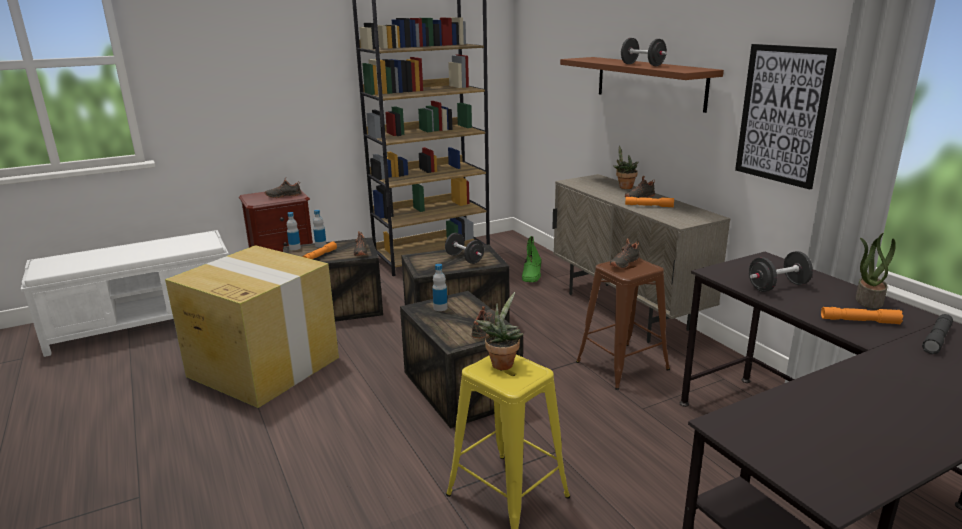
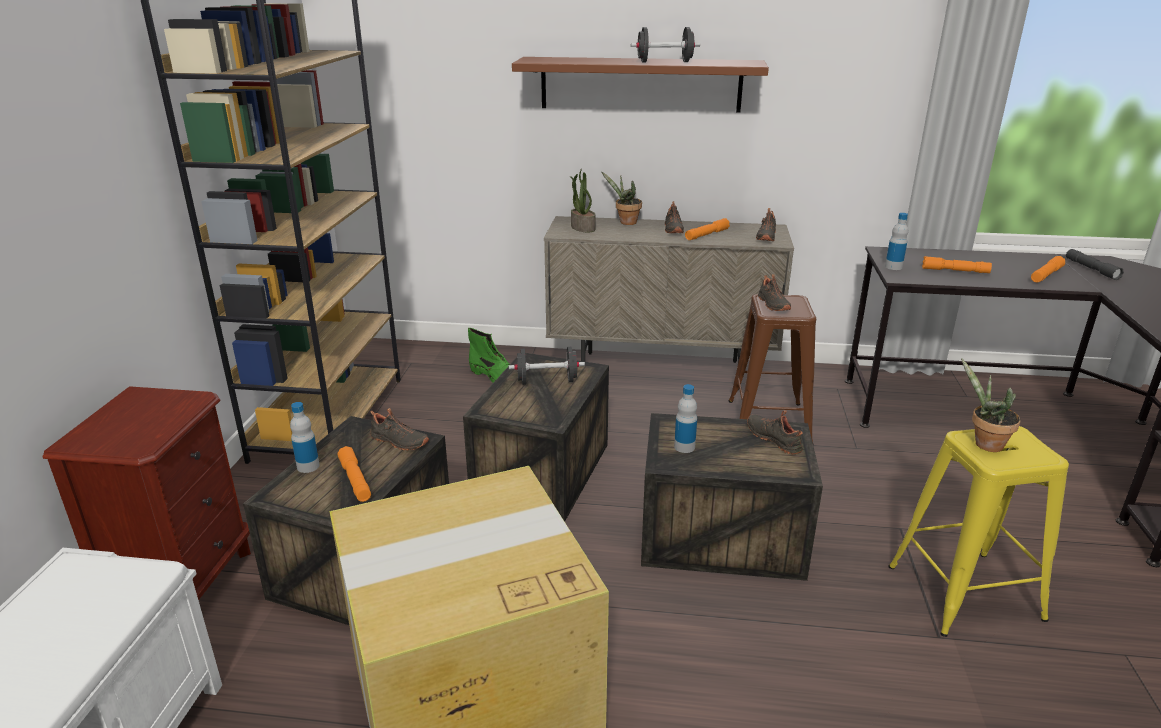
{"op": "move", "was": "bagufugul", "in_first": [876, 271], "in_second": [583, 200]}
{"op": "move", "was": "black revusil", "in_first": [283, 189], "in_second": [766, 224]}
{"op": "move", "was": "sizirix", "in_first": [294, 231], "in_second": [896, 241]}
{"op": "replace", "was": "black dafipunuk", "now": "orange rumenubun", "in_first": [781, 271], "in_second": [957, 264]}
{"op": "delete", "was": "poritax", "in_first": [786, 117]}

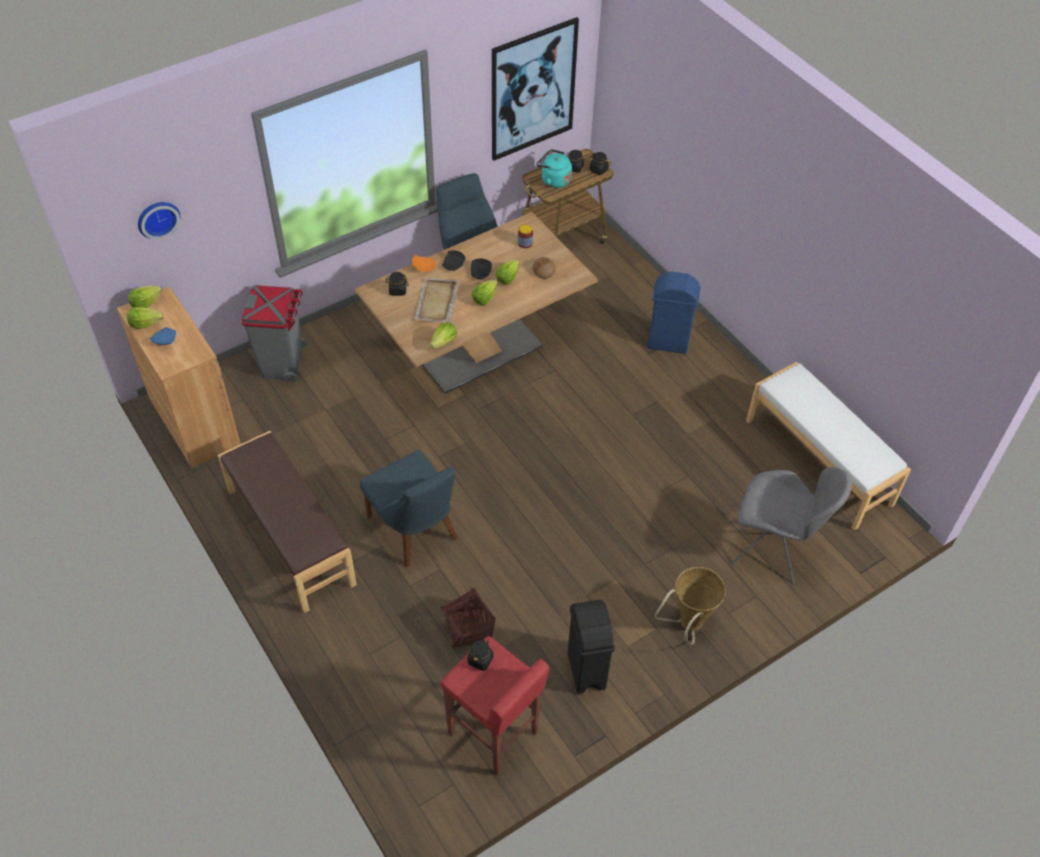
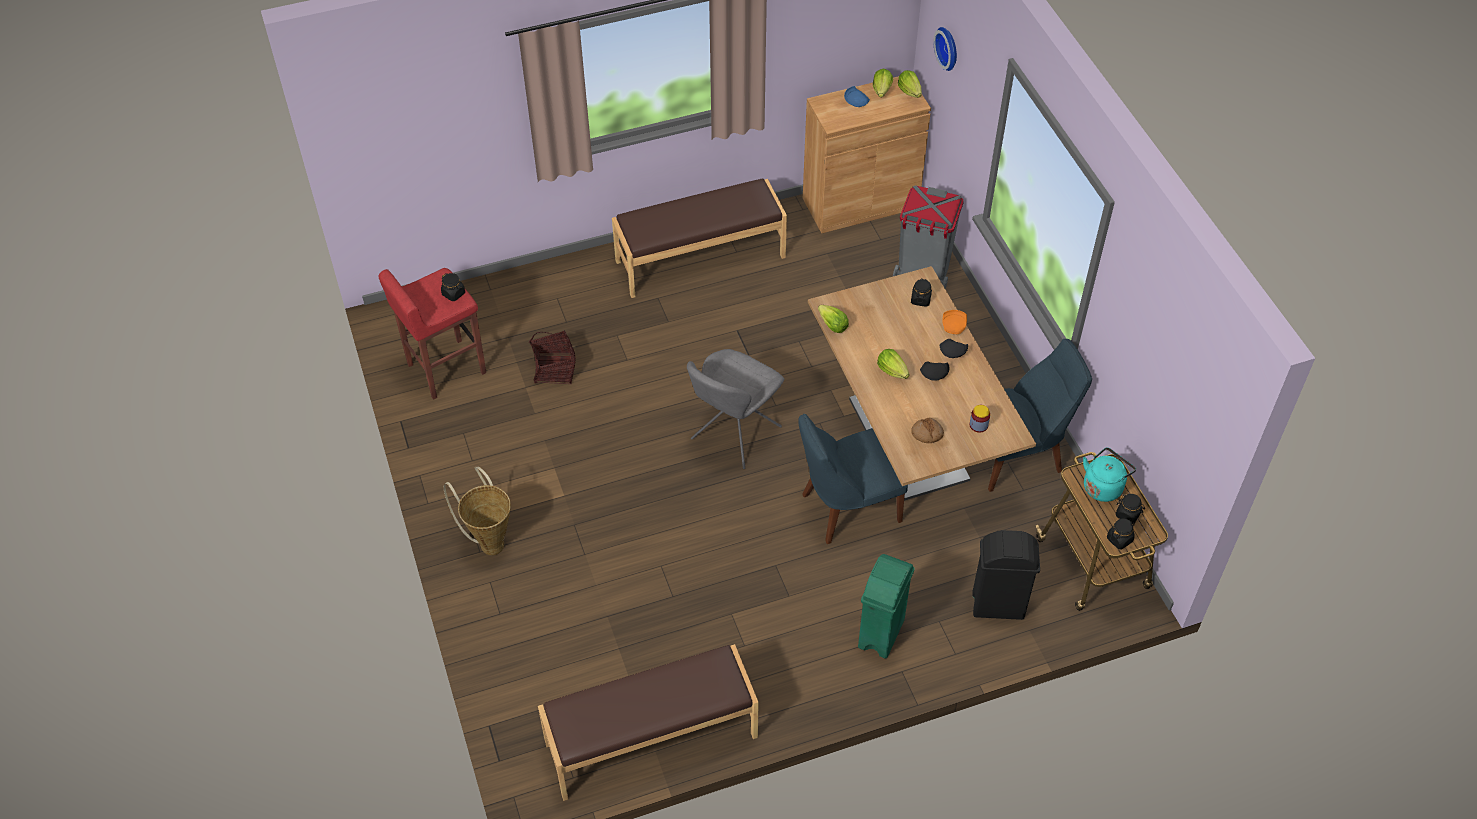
{"op": "recolor", "was": "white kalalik", "now": "brown kalalik", "in_first": [828, 446], "in_second": [648, 722]}
{"op": "move", "was": "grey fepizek", "in_first": [792, 525], "in_second": [735, 409]}
{"op": "move", "was": "blue fepizek", "in_first": [409, 508], "in_second": [853, 479]}
{"op": "recolor", "was": "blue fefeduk", "now": "green fefeduk", "in_first": [673, 312], "in_second": [886, 606]}
{"op": "move", "was": "black fefeduk", "in_first": [591, 646], "in_second": [1006, 575]}
{"op": "delete", "was": "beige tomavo", "in_first": [437, 300]}
{"op": "delete", "was": "poritax", "in_first": [535, 89]}
{"op": "delete", "was": "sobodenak", "in_first": [507, 272]}

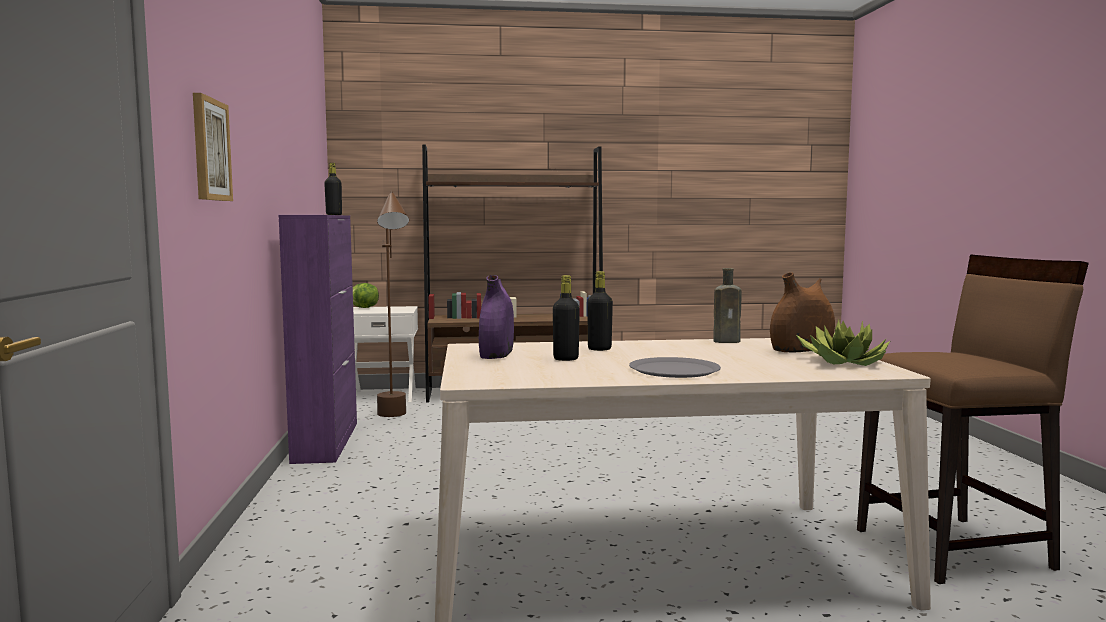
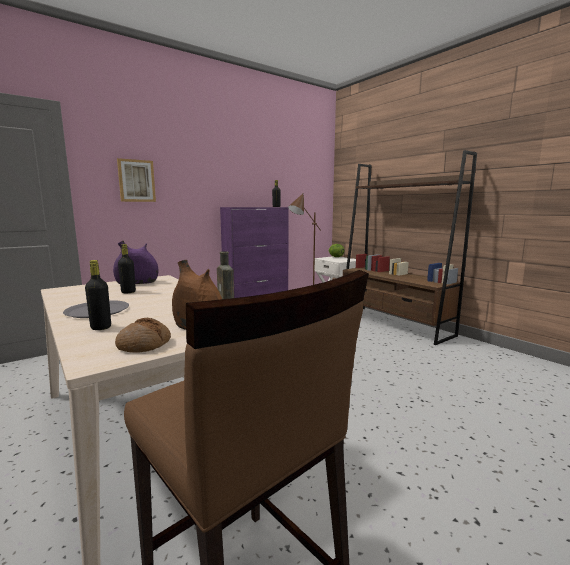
{"op": "move", "was": "black sizirix", "in_first": [600, 311], "in_second": [98, 295]}
{"op": "replace", "was": "bagufugul", "now": "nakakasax", "in_first": [843, 343], "in_second": [143, 335]}

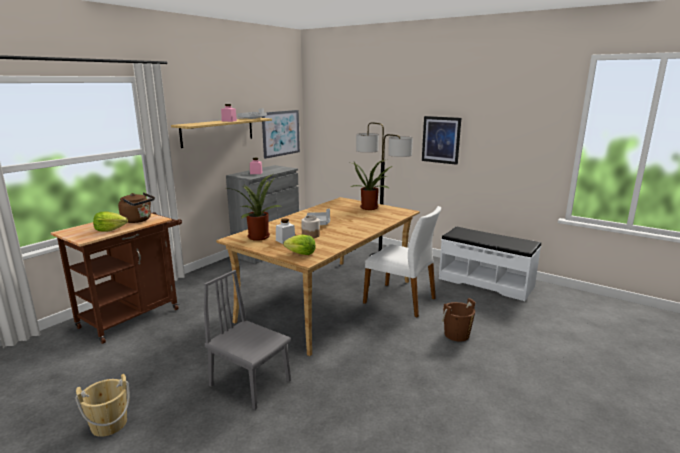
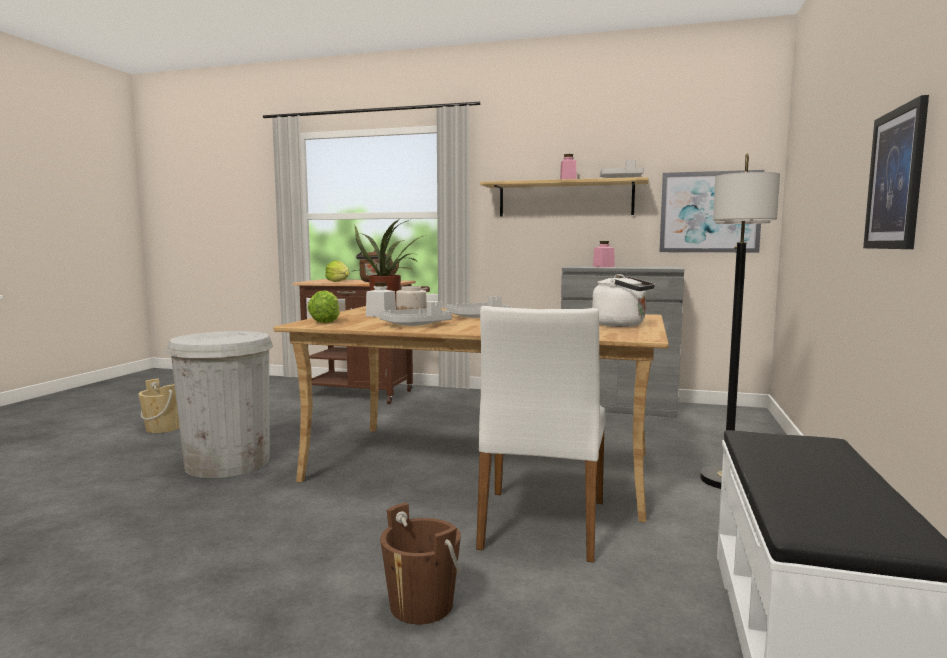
{"op": "replace", "was": "grey fepizek", "now": "white fefeduk", "in_first": [247, 340], "in_second": [219, 404]}
{"op": "insert", "now": "grey tomavo", "in_second": [415, 313]}
{"op": "replace", "was": "bagufugul", "now": "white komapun", "in_first": [372, 184], "in_second": [623, 300]}

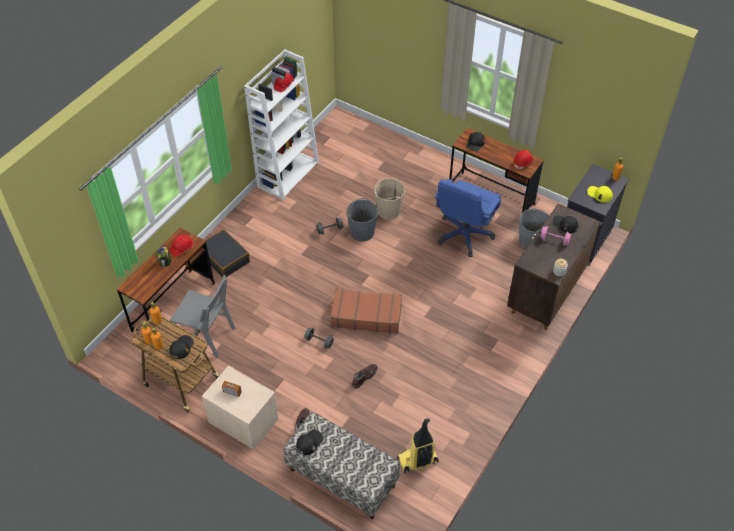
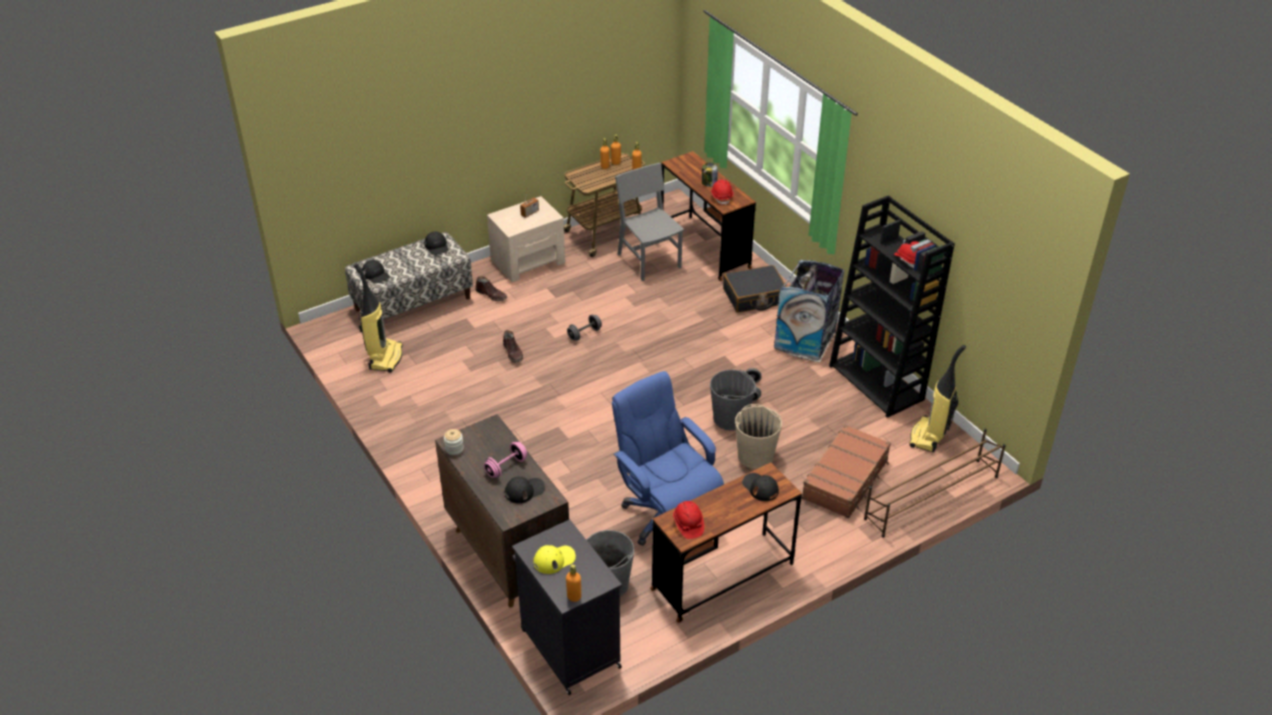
{"op": "move", "was": "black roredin", "in_first": [182, 347], "in_second": [376, 272]}
{"op": "rotate", "was": "grey fepizek", "in_first": [202, 316], "in_second": [649, 222], "clockwise": 105}
{"op": "insert", "now": "fefeduk", "in_second": [809, 311]}
{"op": "move", "was": "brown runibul", "in_first": [366, 311], "in_second": [846, 471]}
{"op": "recolor", "was": "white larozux", "now": "black larozux", "in_first": [281, 124], "in_second": [892, 306]}
{"op": "insert", "now": "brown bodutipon", "in_second": [935, 483]}
{"op": "insert", "now": "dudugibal", "in_second": [937, 398]}

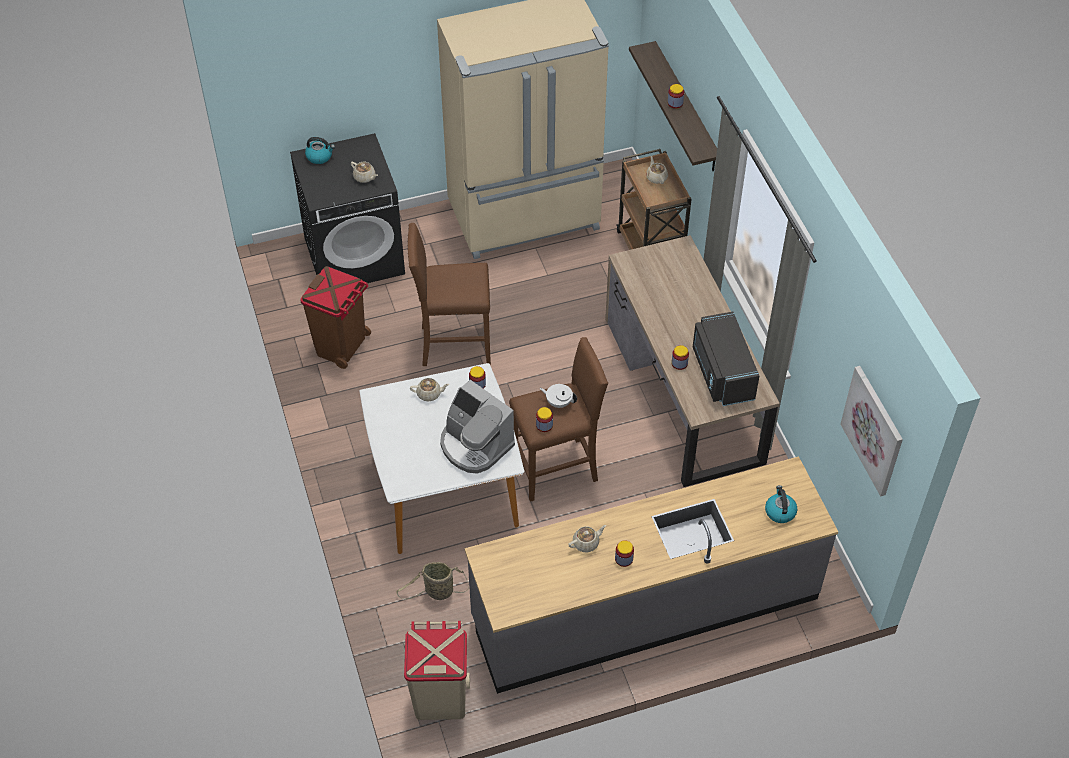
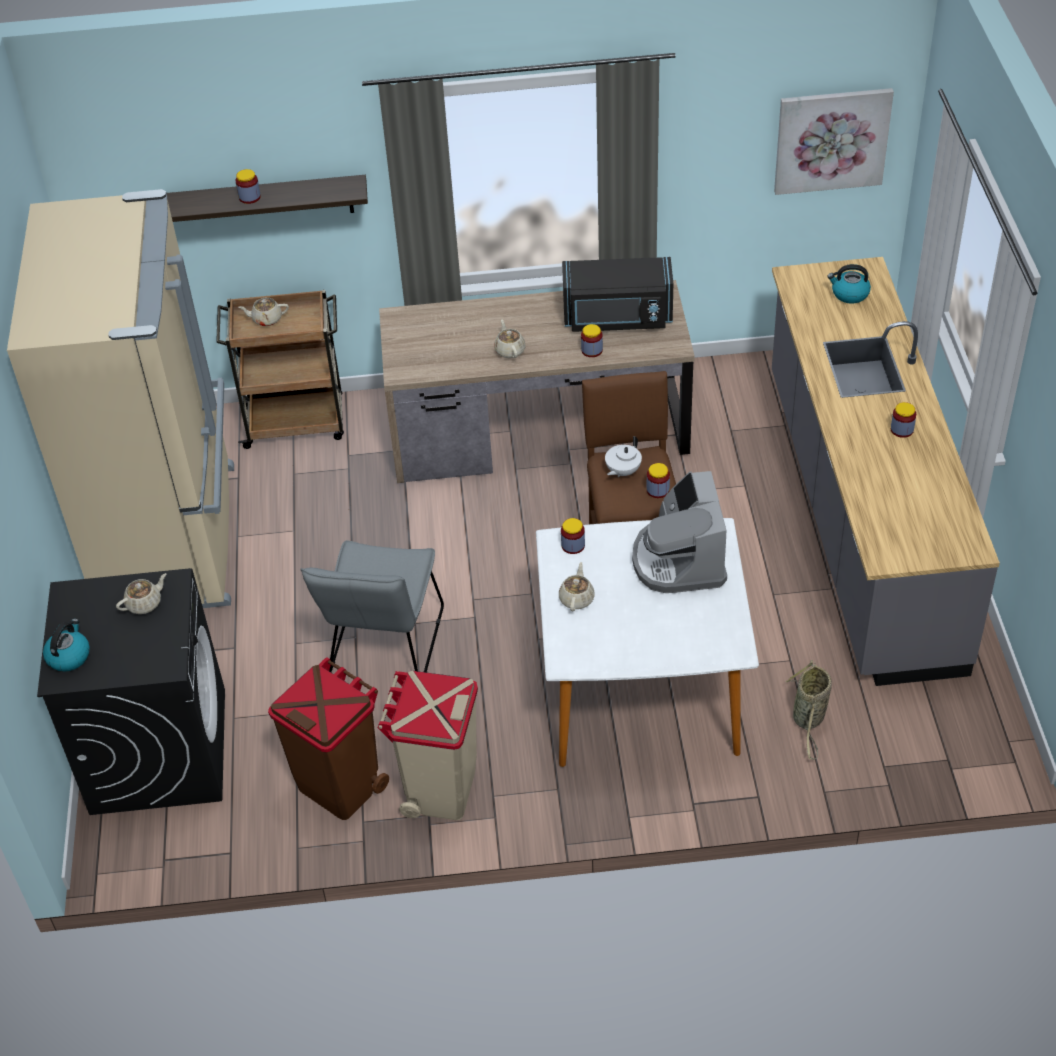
{"op": "replace", "was": "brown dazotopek", "now": "grey fepizek", "in_first": [449, 294], "in_second": [372, 606]}
{"op": "move", "was": "beige fefeduk", "in_first": [437, 670], "in_second": [428, 745]}
{"op": "move", "was": "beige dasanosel", "in_first": [587, 538], "in_second": [510, 339]}
{"op": "rotate", "was": "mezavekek", "in_first": [477, 427], "in_second": [679, 532], "clockwise": 120}

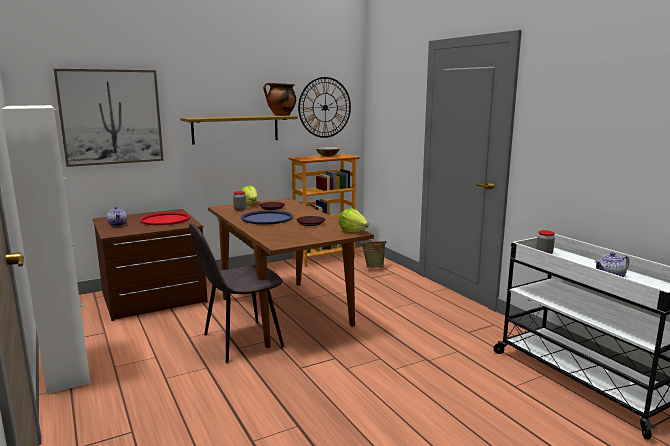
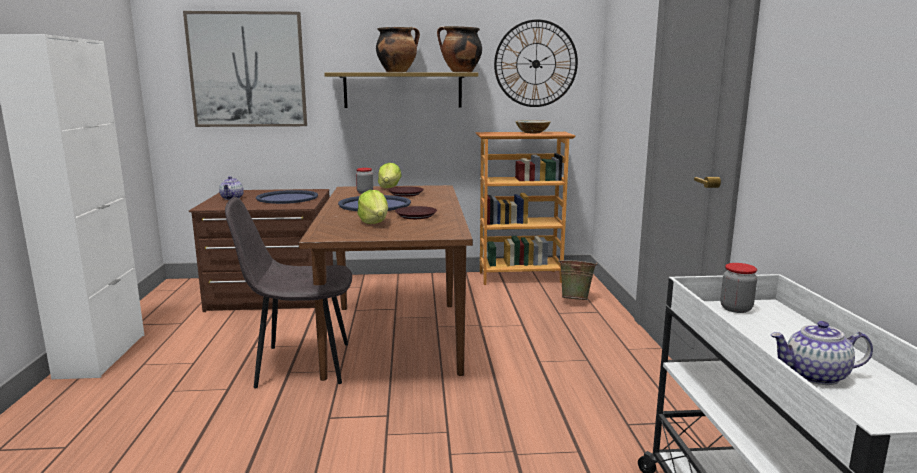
{"op": "recolor", "was": "red tomavo", "now": "blue tomavo", "in_first": [165, 218], "in_second": [287, 197]}
{"op": "move", "was": "sobodenak", "in_first": [354, 221], "in_second": [372, 207]}
{"op": "insert", "now": "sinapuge", "in_second": [398, 49]}

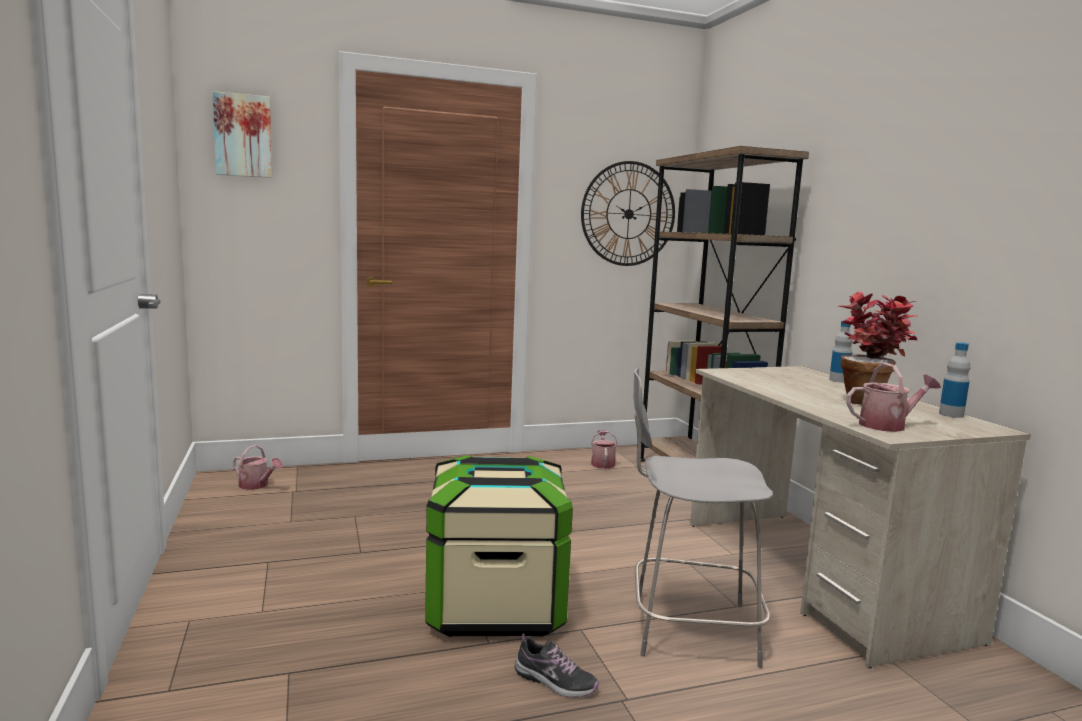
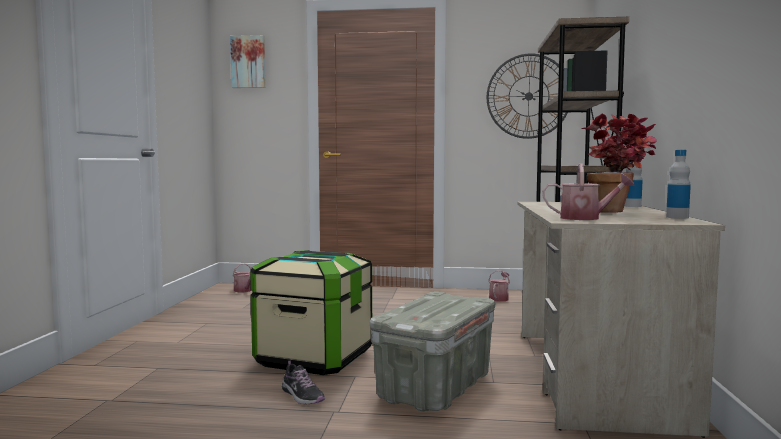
{"op": "replace", "was": "grey dazotopek", "now": "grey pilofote", "in_first": [703, 518], "in_second": [432, 352]}

